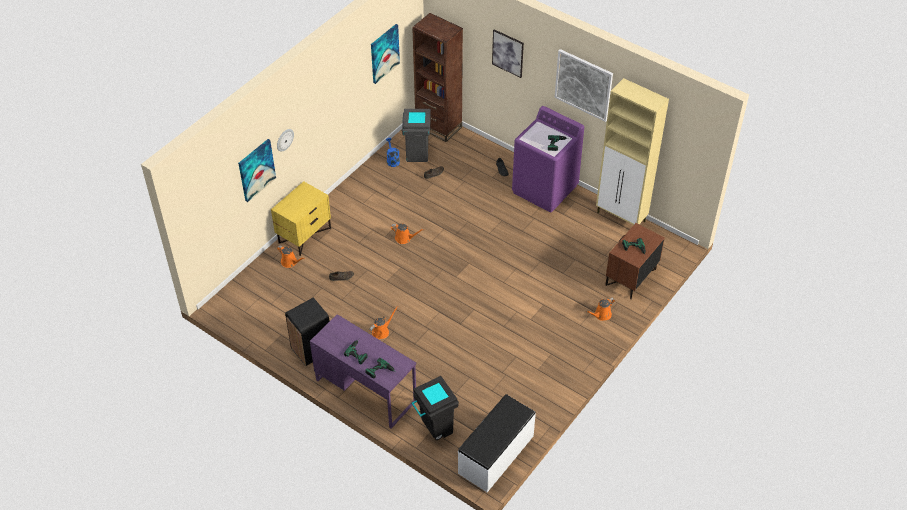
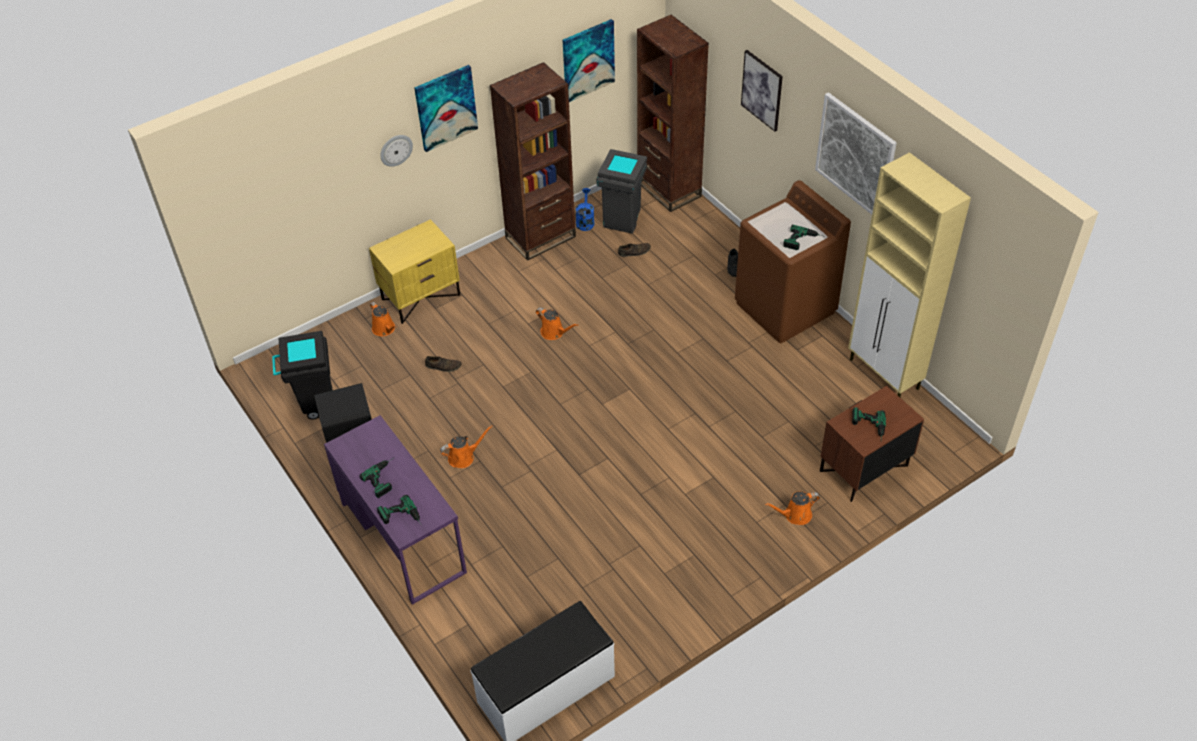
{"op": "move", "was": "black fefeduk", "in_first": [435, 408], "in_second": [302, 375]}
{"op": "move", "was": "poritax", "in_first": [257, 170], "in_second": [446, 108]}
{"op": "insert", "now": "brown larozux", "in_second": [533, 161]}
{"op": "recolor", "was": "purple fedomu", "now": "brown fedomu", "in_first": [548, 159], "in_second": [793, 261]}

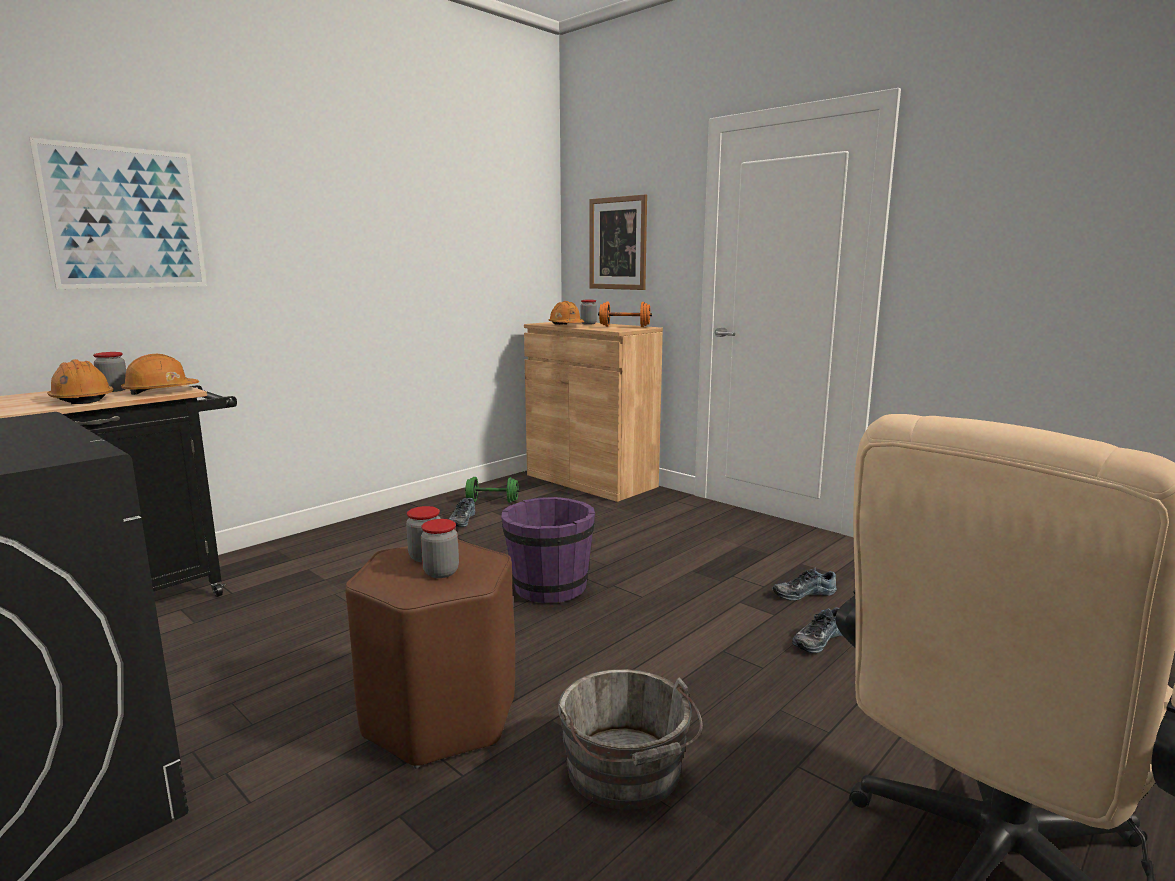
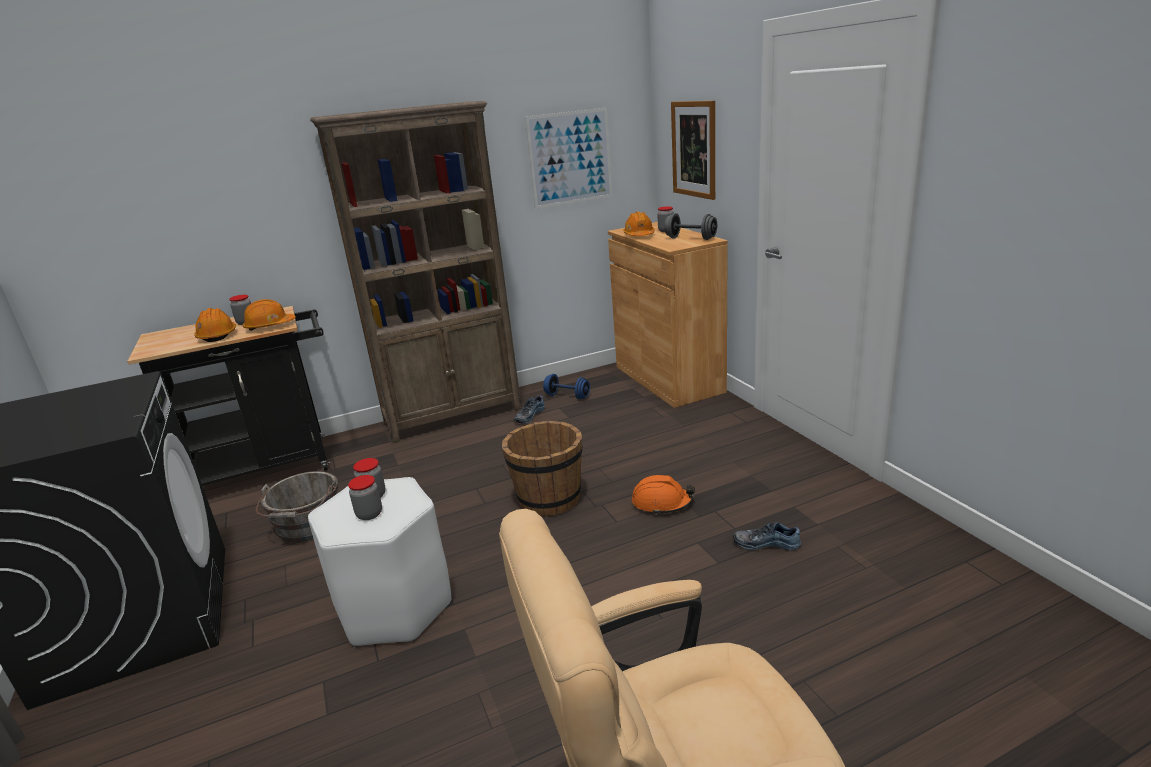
{"op": "move", "was": "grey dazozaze", "in_first": [630, 739], "in_second": [297, 506]}
{"op": "recolor", "was": "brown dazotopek", "now": "white dazotopek", "in_first": [430, 654], "in_second": [379, 562]}
{"op": "insert", "now": "brown larozux", "in_second": [416, 272]}
{"op": "recolor", "was": "purple dazozaze", "now": "brown dazozaze", "in_first": [548, 550], "in_second": [542, 469]}
{"op": "move", "was": "poritax", "in_first": [118, 213], "in_second": [569, 158]}
{"op": "recolor", "was": "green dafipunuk", "now": "blue dafipunuk", "in_first": [492, 490], "in_second": [566, 387]}
{"op": "insert", "now": "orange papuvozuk", "in_second": [663, 495]}
{"op": "recolor", "was": "orange dafipunuk", "now": "grey dafipunuk", "in_first": [625, 314], "in_second": [690, 226]}
{"op": "delete", "was": "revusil", "in_first": [817, 630]}

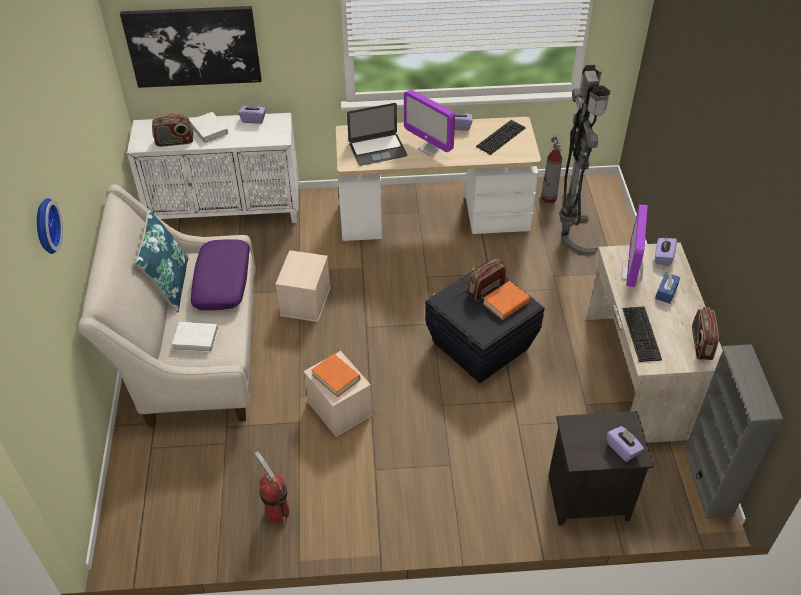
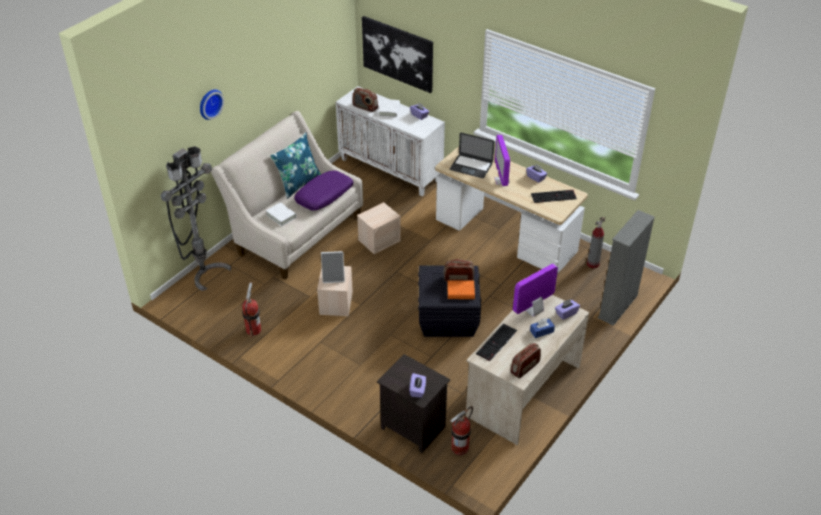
{"op": "move", "was": "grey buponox", "in_first": [585, 160], "in_second": [196, 218]}
{"op": "replace", "was": "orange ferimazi", "now": "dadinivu", "in_first": [336, 375], "in_second": [333, 267]}
{"op": "insert", "now": "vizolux", "in_second": [461, 430]}
{"op": "move", "was": "grey larozux", "in_first": [733, 431], "in_second": [626, 268]}

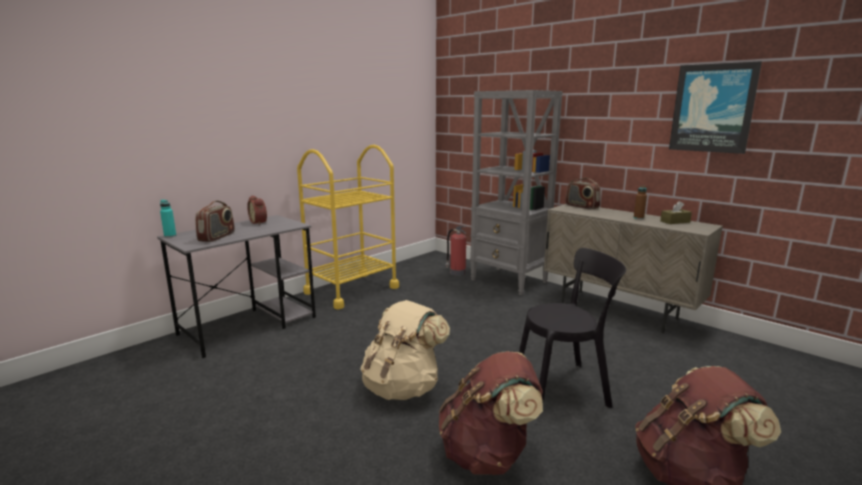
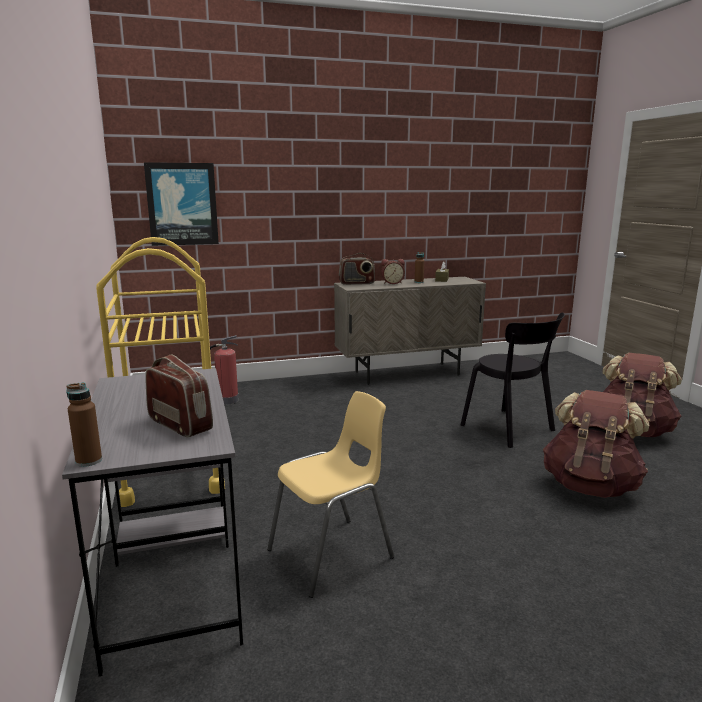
{"op": "recolor", "was": "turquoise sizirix", "now": "brown sizirix", "in_first": [168, 218], "in_second": [84, 424]}
{"op": "move", "was": "poritax", "in_first": [715, 107], "in_second": [181, 204]}
{"op": "insert", "now": "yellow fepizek", "in_second": [330, 494]}
{"op": "move", "was": "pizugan", "in_first": [257, 210], "in_second": [393, 271]}
{"op": "rotate", "was": "black fepizek", "in_first": [572, 328], "in_second": [512, 380], "clockwise": 120}
{"op": "delete", "was": "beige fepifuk", "in_first": [405, 350]}
{"op": "delete", "was": "grey larozux", "in_first": [516, 192]}

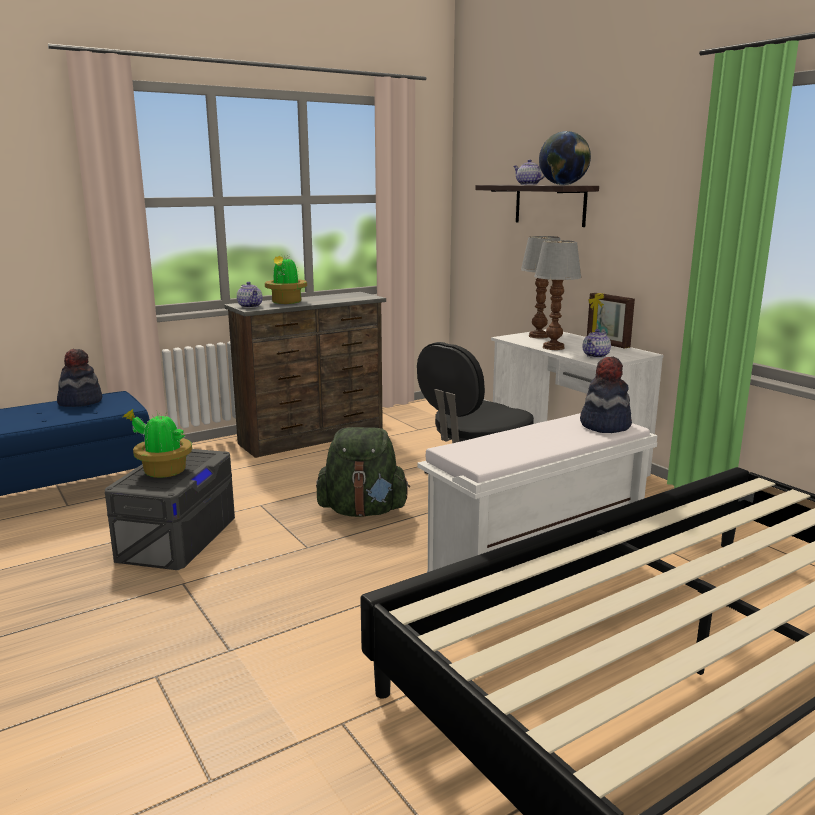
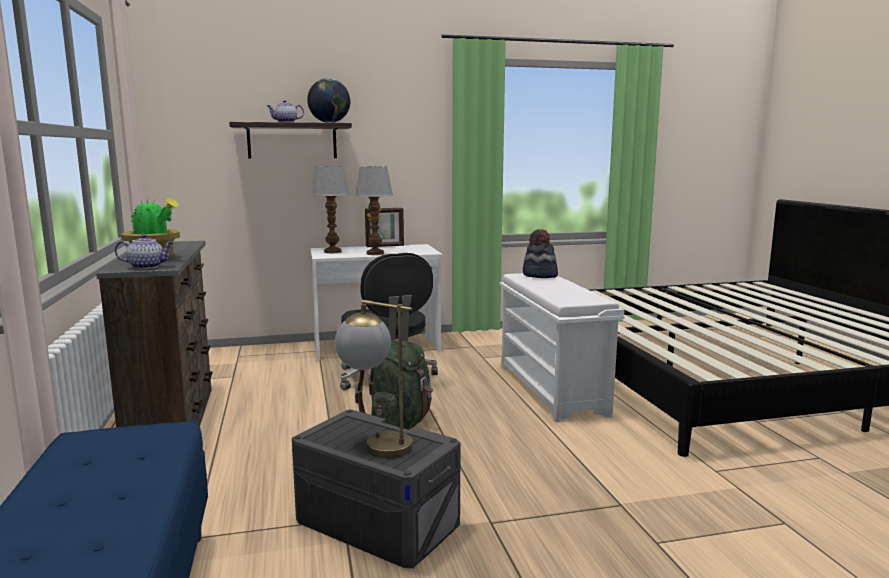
{"op": "replace", "was": "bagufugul", "now": "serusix", "in_first": [157, 443], "in_second": [374, 379]}
{"op": "delete", "was": "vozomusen", "in_first": [79, 378]}
{"op": "delete", "was": "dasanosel", "in_first": [596, 343]}

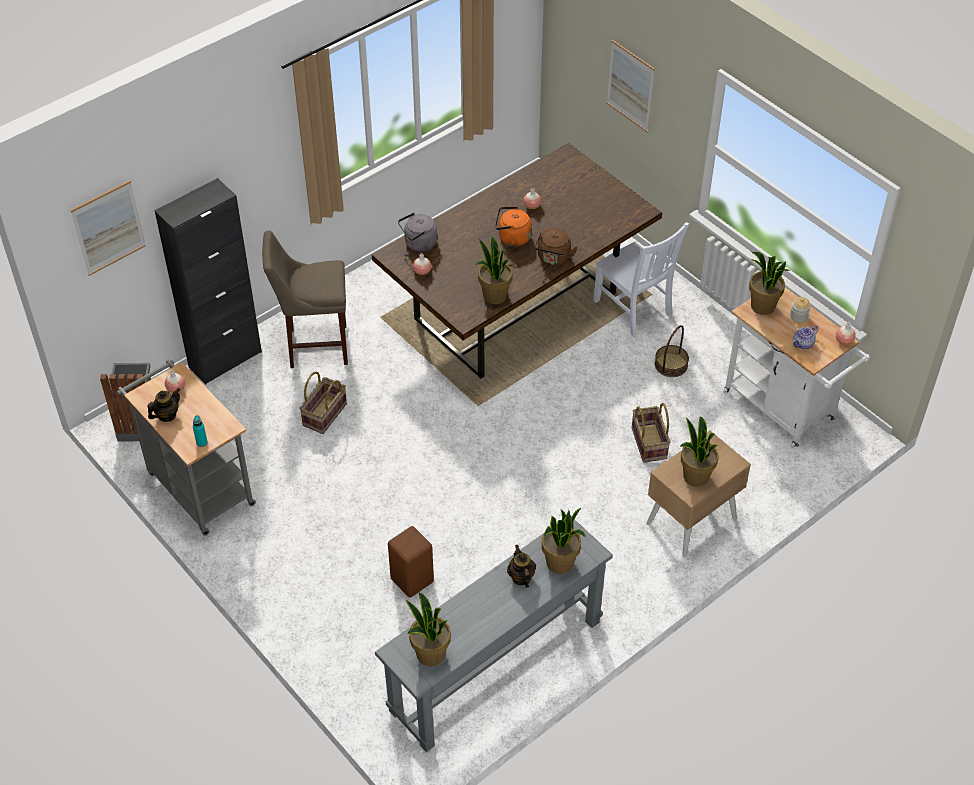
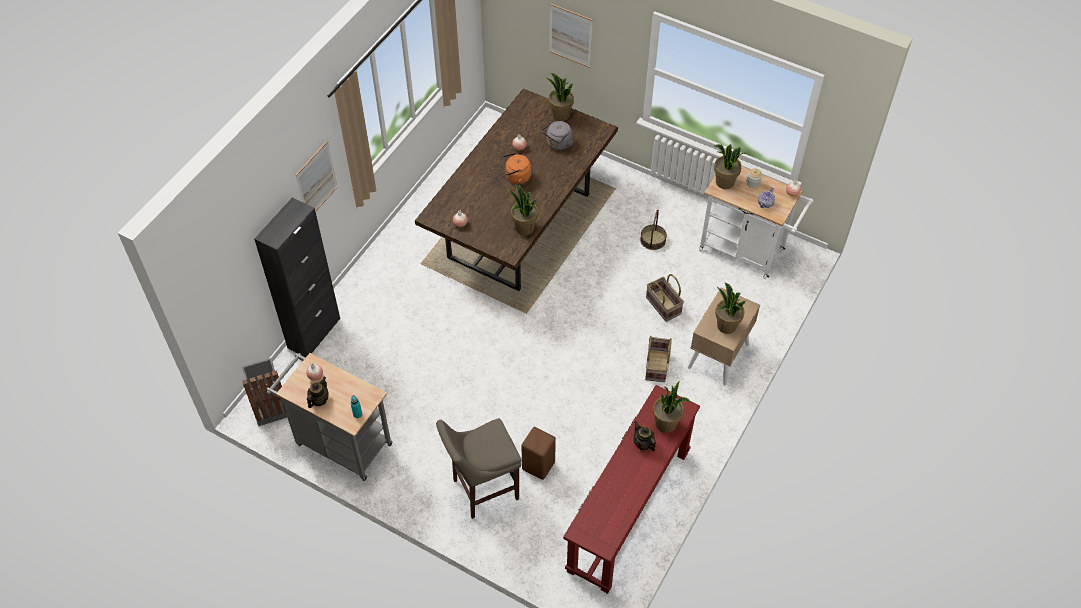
{"op": "move", "was": "poritax", "in_first": [108, 228], "in_second": [317, 176]}
{"op": "move", "was": "beige dazotopek", "in_first": [305, 299], "in_second": [478, 468]}
{"op": "move", "was": "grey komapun", "in_first": [417, 232], "in_second": [558, 135]}
{"op": "move", "was": "bagufugul", "in_first": [428, 629], "in_second": [560, 97]}
{"op": "recolor", "was": "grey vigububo", "now": "red vigububo", "in_first": [494, 635], "in_second": [631, 489]}
{"op": "move", "was": "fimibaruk", "in_first": [323, 403], "in_second": [658, 359]}
{"op": "delete", "was": "brown komapun", "in_first": [556, 247]}
{"op": "delete", "was": "white fepizek", "in_first": [641, 279]}

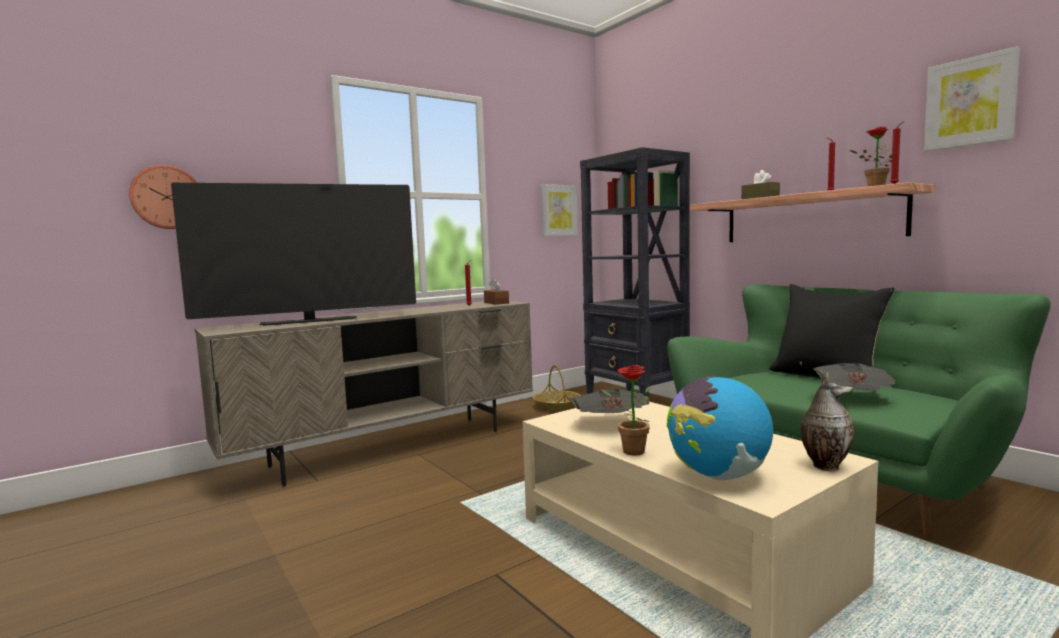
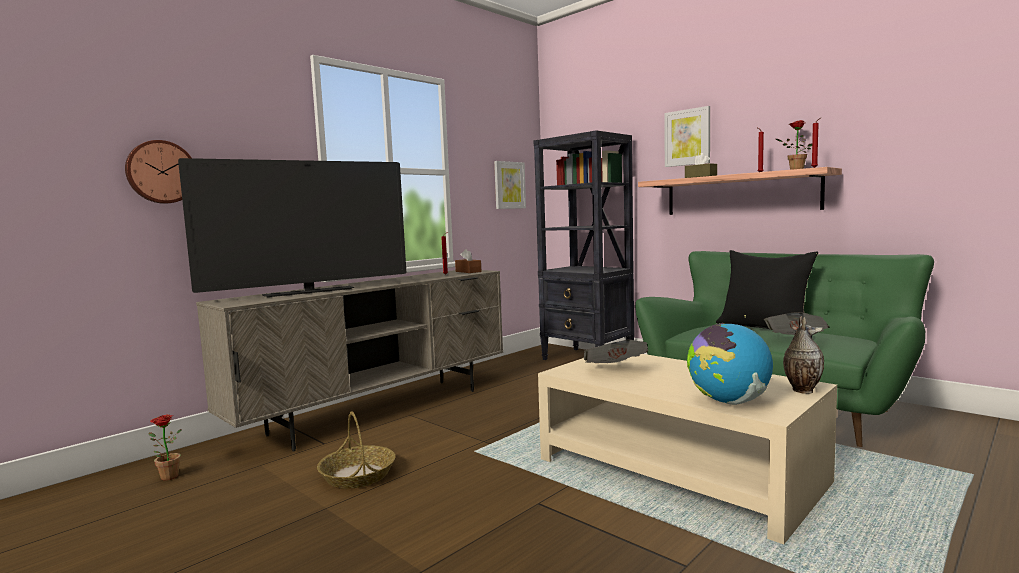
{"op": "move", "was": "bagufugul", "in_first": [627, 410], "in_second": [165, 447]}
{"op": "move", "was": "fimibaruk", "in_first": [557, 388], "in_second": [356, 450]}
{"op": "move", "was": "poritax", "in_first": [972, 98], "in_second": [687, 136]}

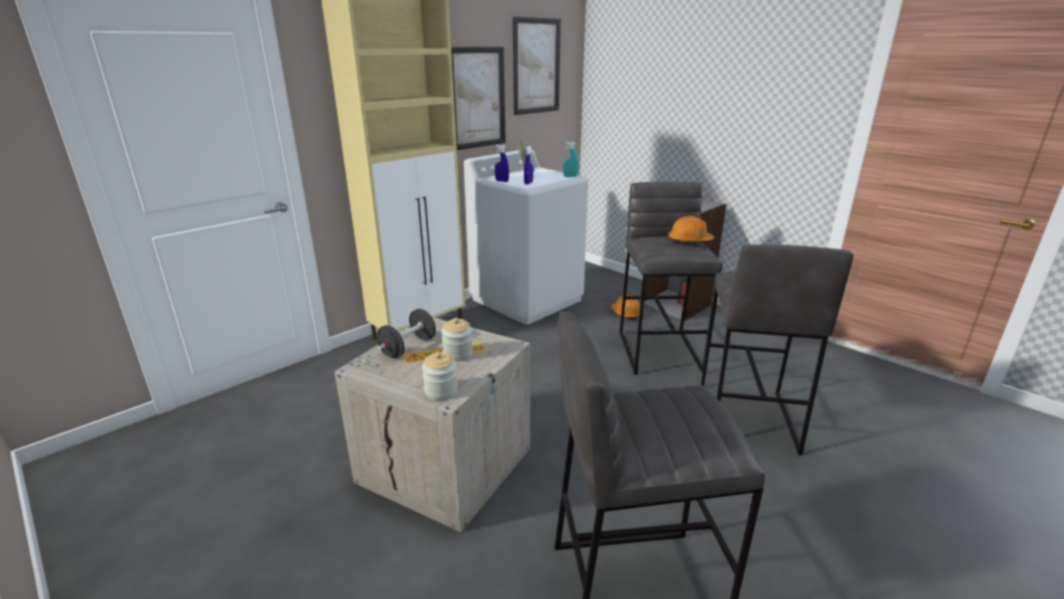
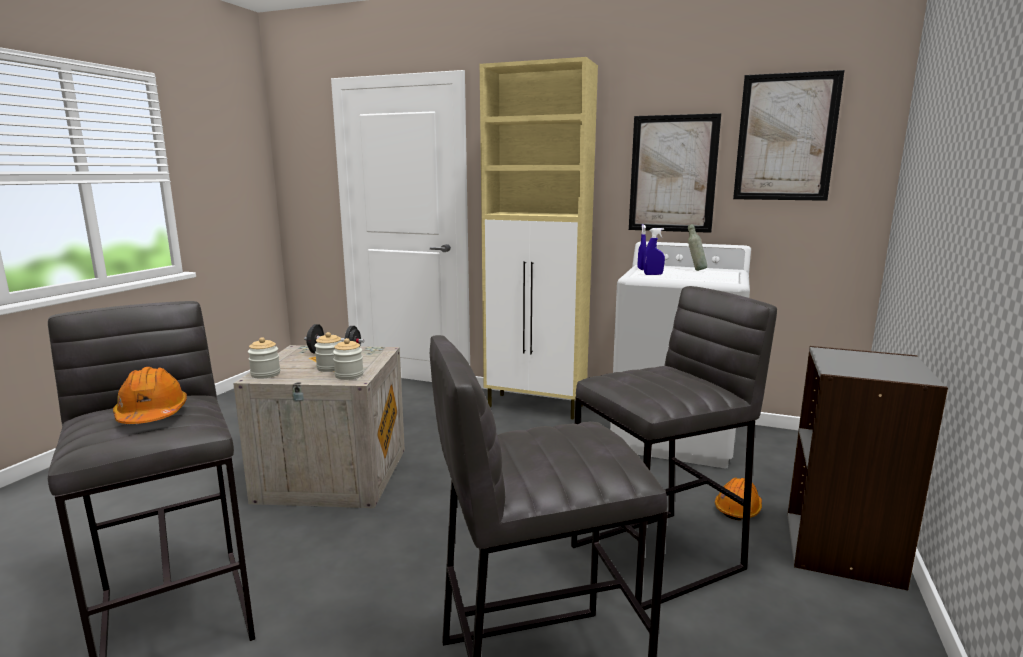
{"op": "move", "was": "orange papuvozuk", "in_first": [691, 229], "in_second": [150, 395]}
{"op": "insert", "now": "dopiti", "in_second": [348, 359]}
{"op": "delete", "was": "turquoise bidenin", "in_first": [570, 159]}

